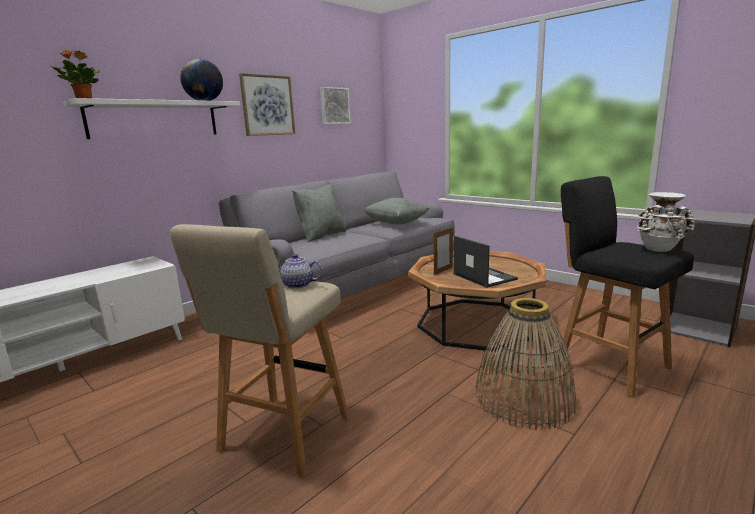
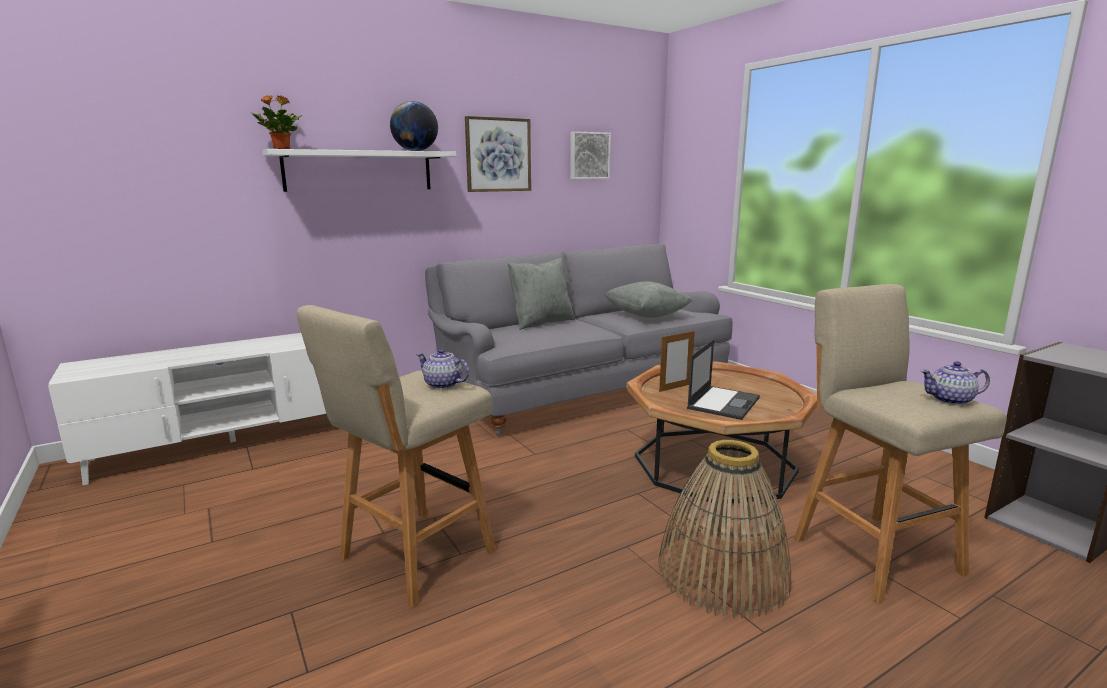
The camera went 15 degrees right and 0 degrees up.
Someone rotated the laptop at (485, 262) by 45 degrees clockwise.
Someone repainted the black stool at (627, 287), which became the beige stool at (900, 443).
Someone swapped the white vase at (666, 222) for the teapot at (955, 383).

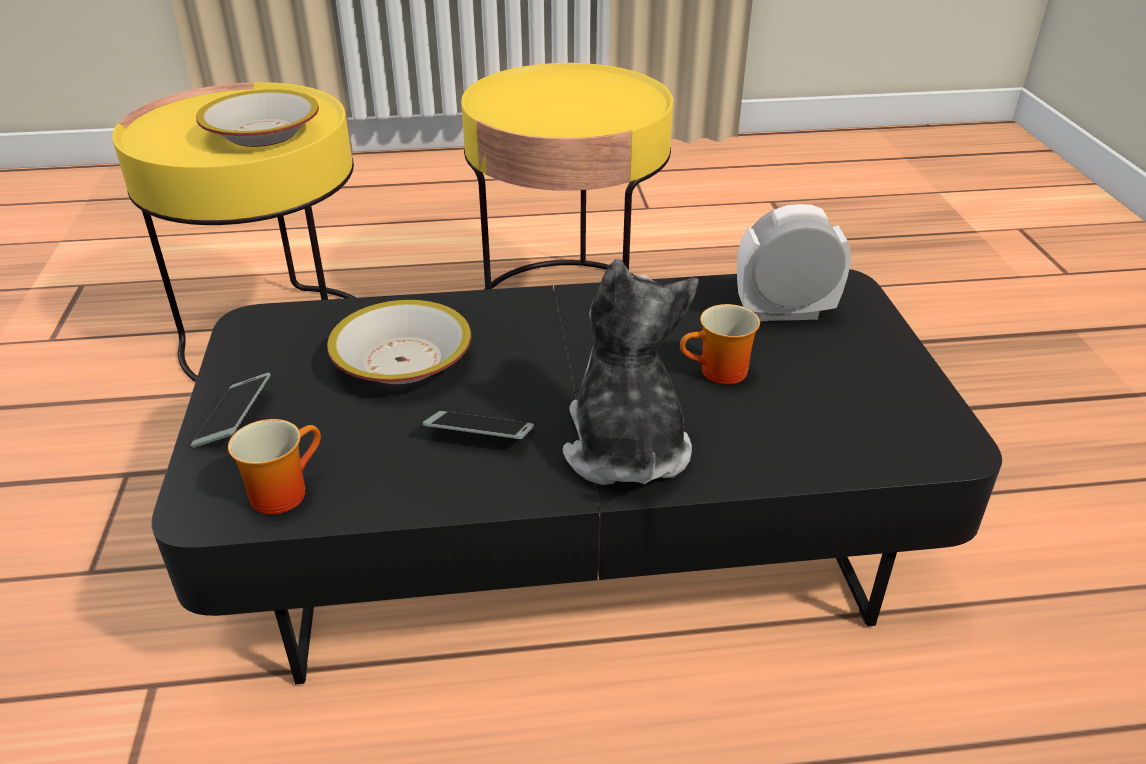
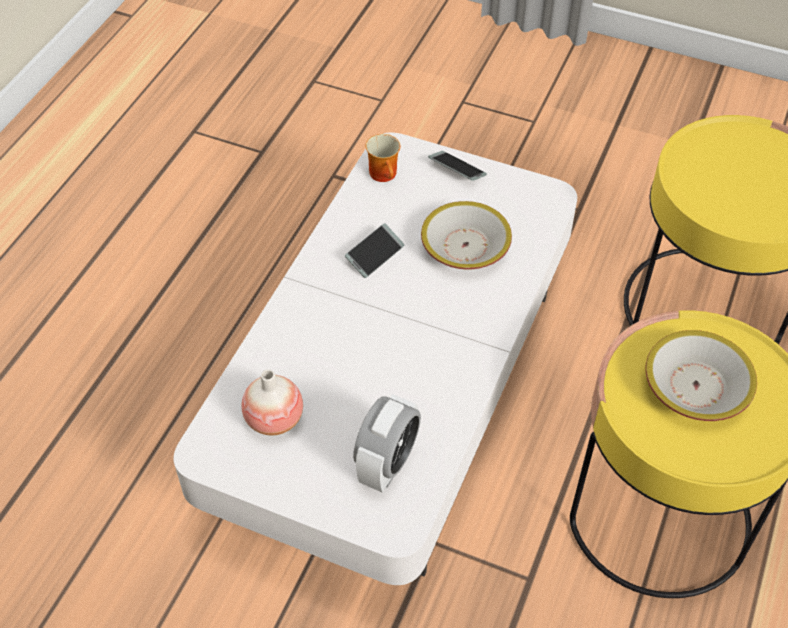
The camera went 120 degrees right and 15 degrees up.
Someone repainted the black coffee table at (576, 476), which became the white coffee table at (375, 359).
Someone put down the vase at (272, 402).
Someone carried the bowl from (257, 118) to (701, 375).
Someone took away the plush toy at (631, 371).
Someone took away the mug at (720, 344).

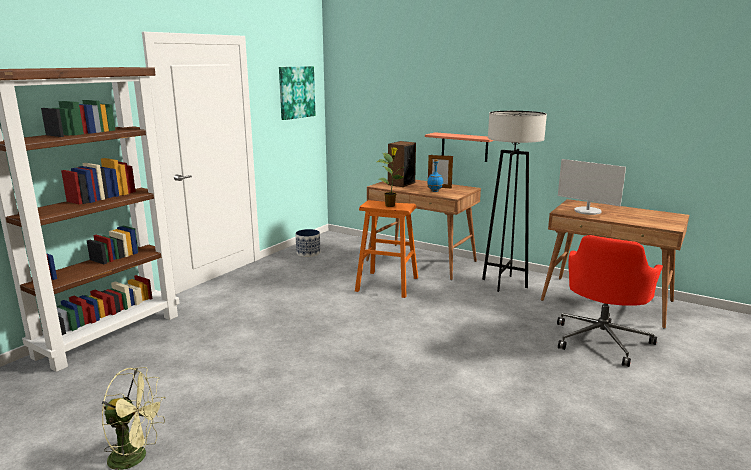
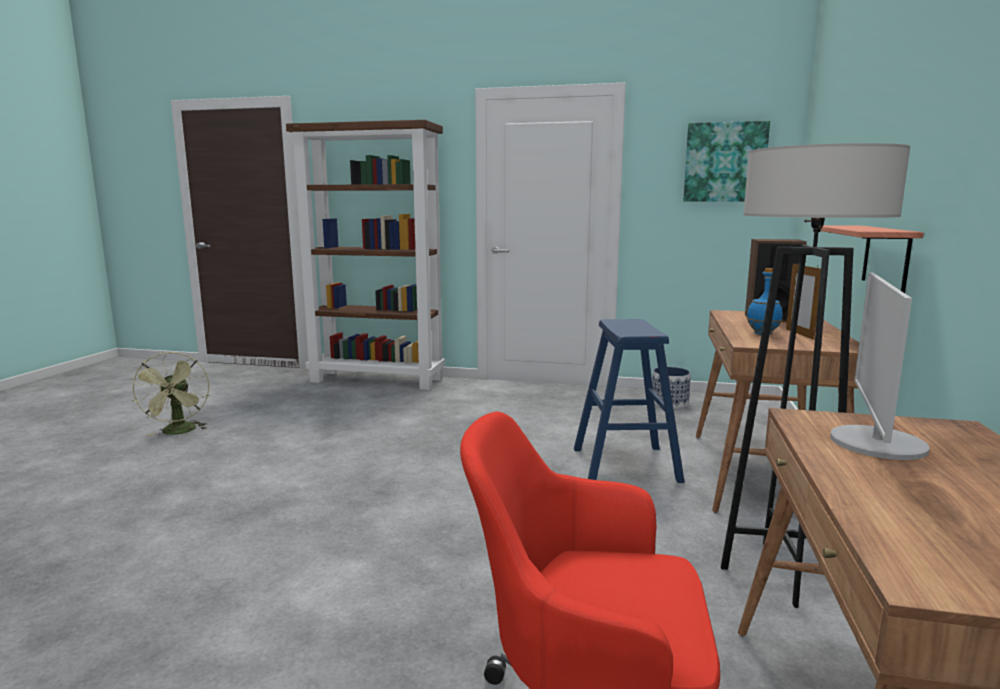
The camera went 70 degrees right and 5 degrees down.
Someone repainted the orange stool at (386, 249), which became the blue stool at (629, 401).
Someone took away the potted plant at (391, 177).

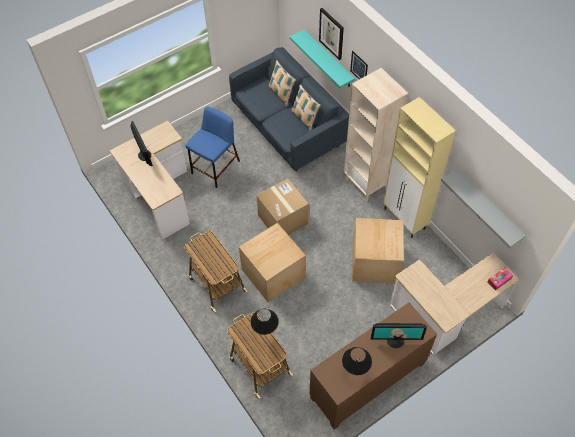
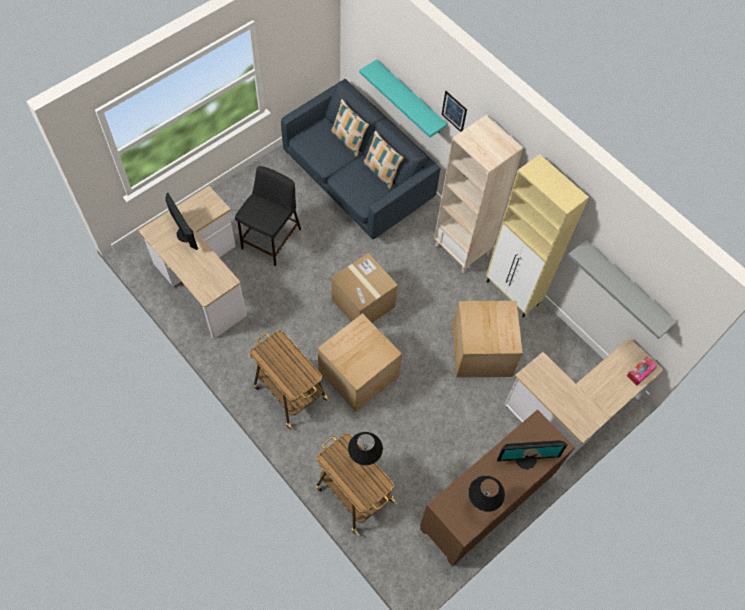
The camera went 10 degrees left and 5 degrees up.
Someone repainted the blue stool at (212, 147), which became the black stool at (268, 216).
Someone took away the picture at (331, 34).

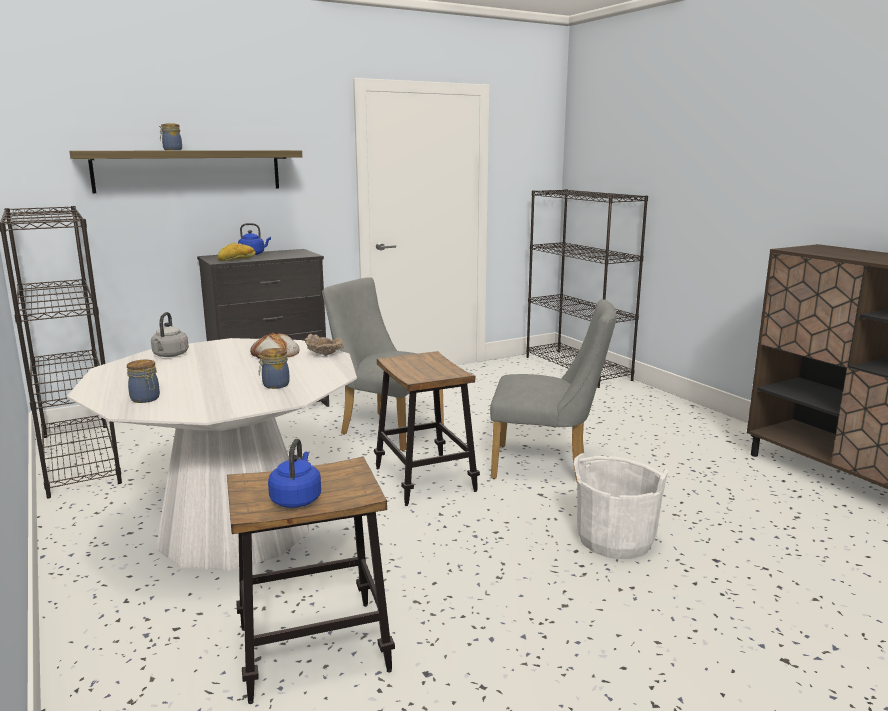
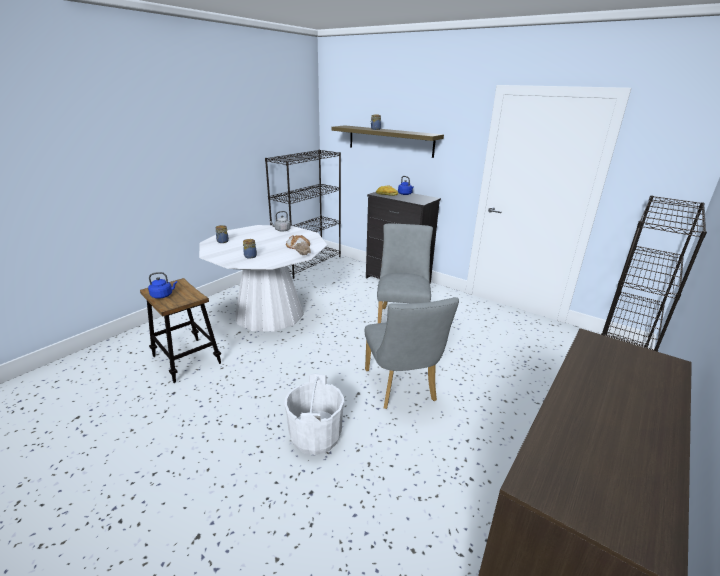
The camera went 65 degrees right and 10 degrees up.
Someone took away the stool at (427, 428).

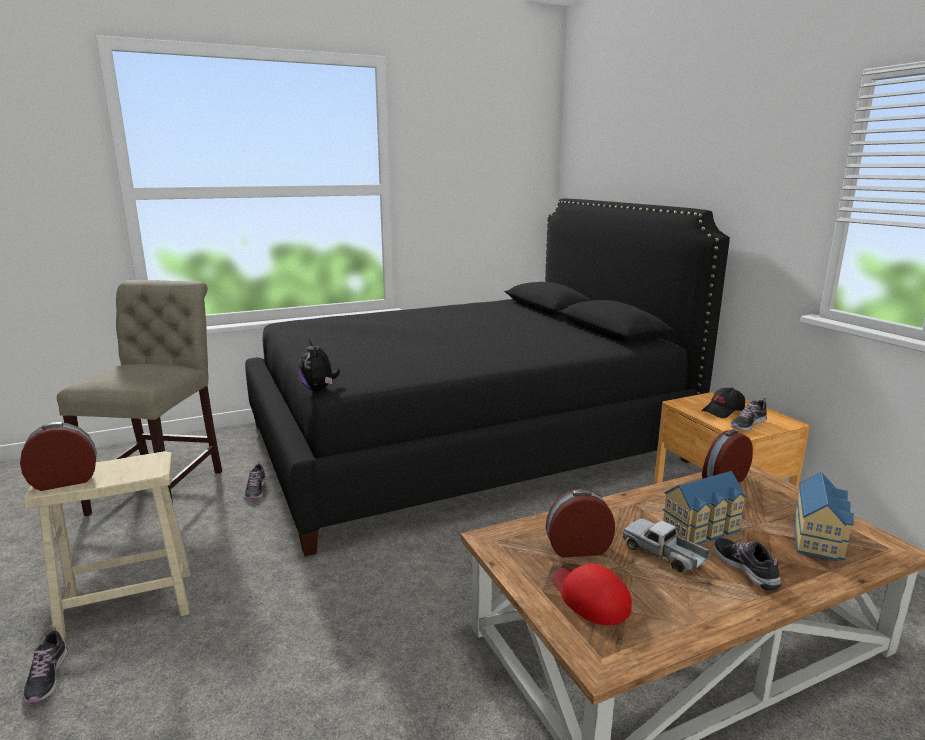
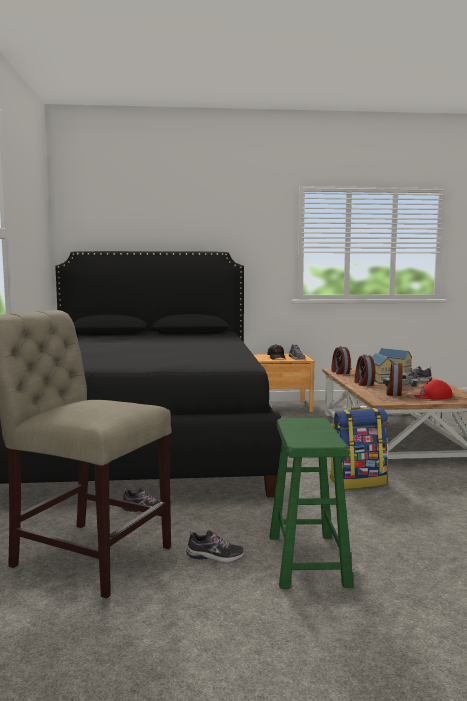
The camera went 70 degrees left and 10 degrees down.
Someone carried the shoe from (45, 665) to (215, 546).
Someone repainted the beige stool at (107, 546), which became the green stool at (311, 503).
Someone put down the backpack at (359, 448).
Someone carried the alarm clock from (58, 456) to (365, 370).
Someone took away the plush toy at (319, 365).

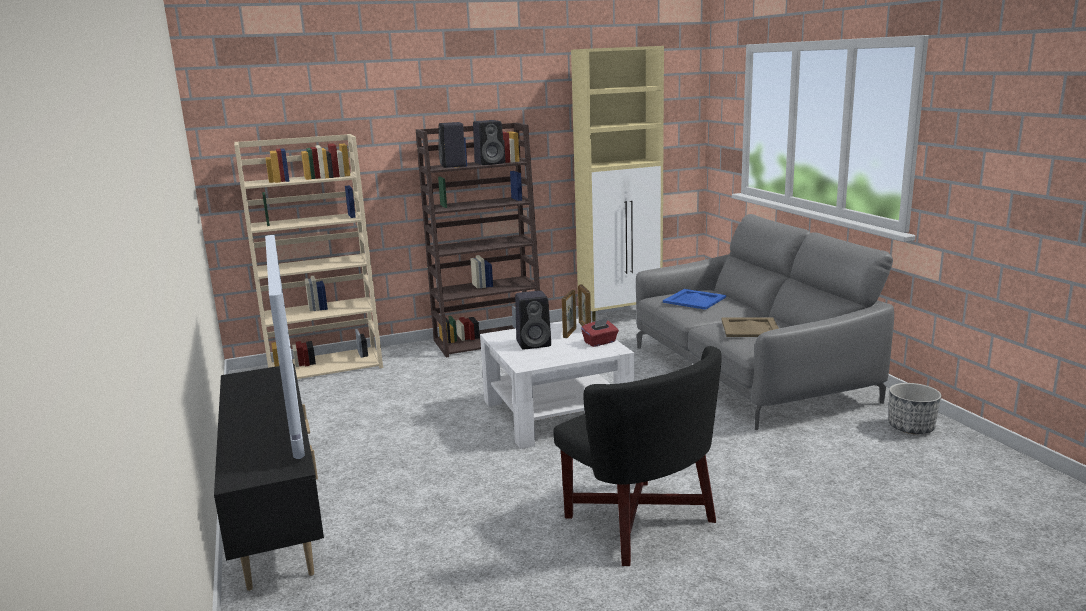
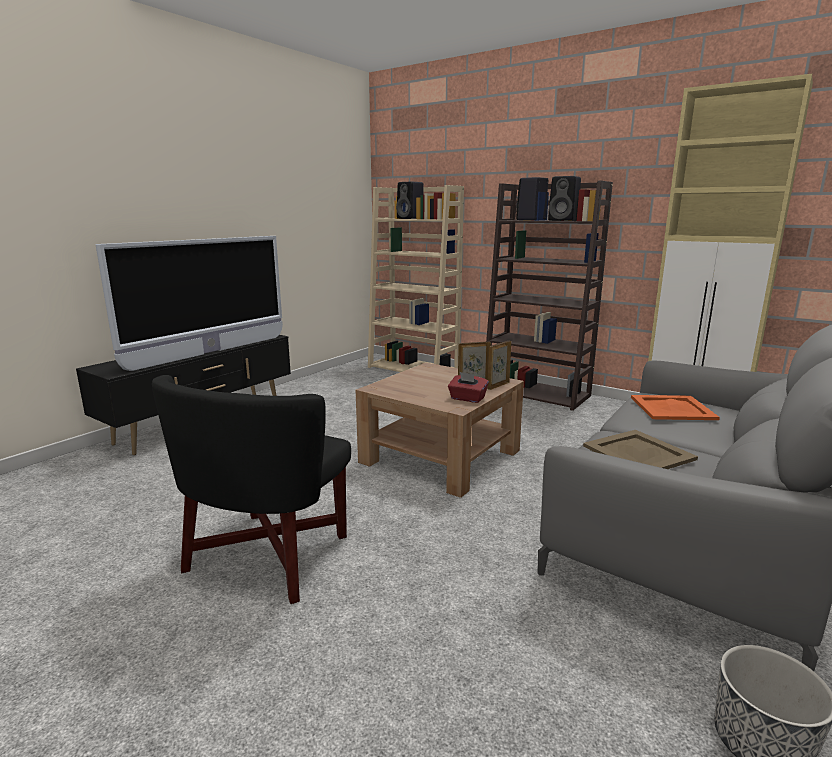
The camera went 55 degrees right and 0 degrees up.
Someone repainted the white coffee table at (557, 384), which became the brown coffee table at (440, 430).
Someone carried the black speaker from (533, 320) to (409, 200).
Someone repainted the blue tray at (694, 299), which became the orange tray at (675, 407).

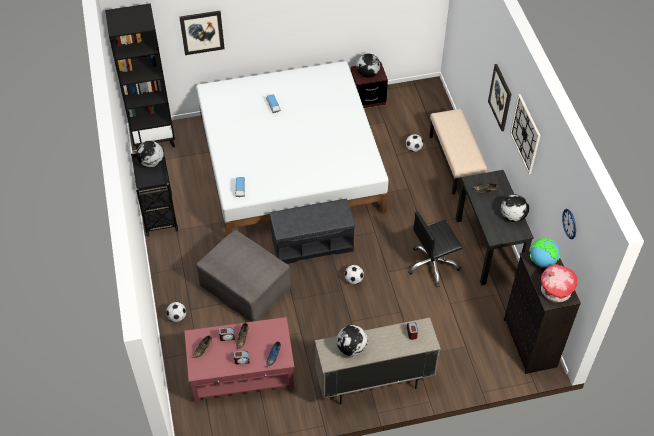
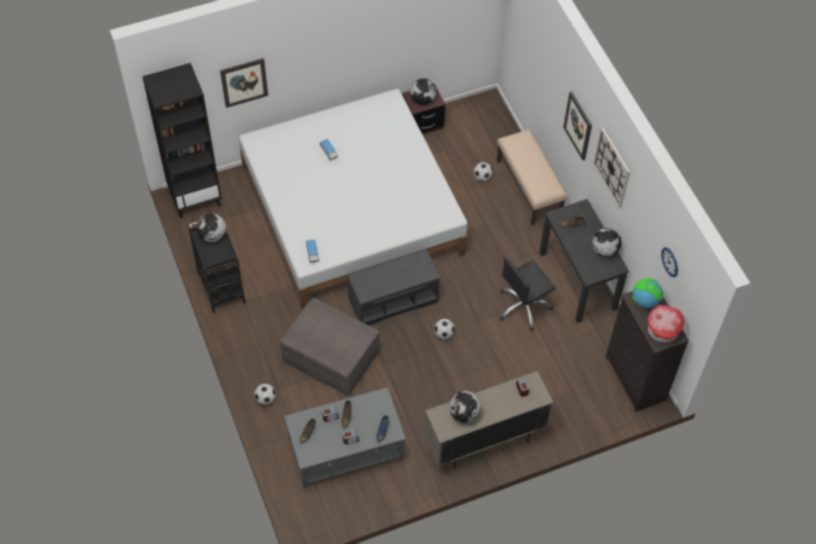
The camera went 10 degrees left and 5 degrees up.
Someone repainted the red coffee table at (239, 360), which became the grey coffee table at (345, 437).

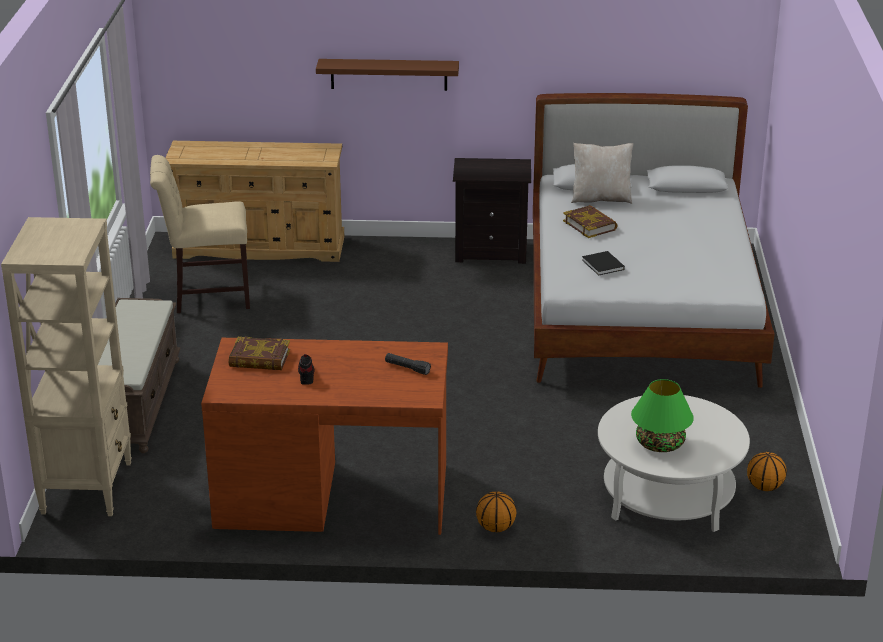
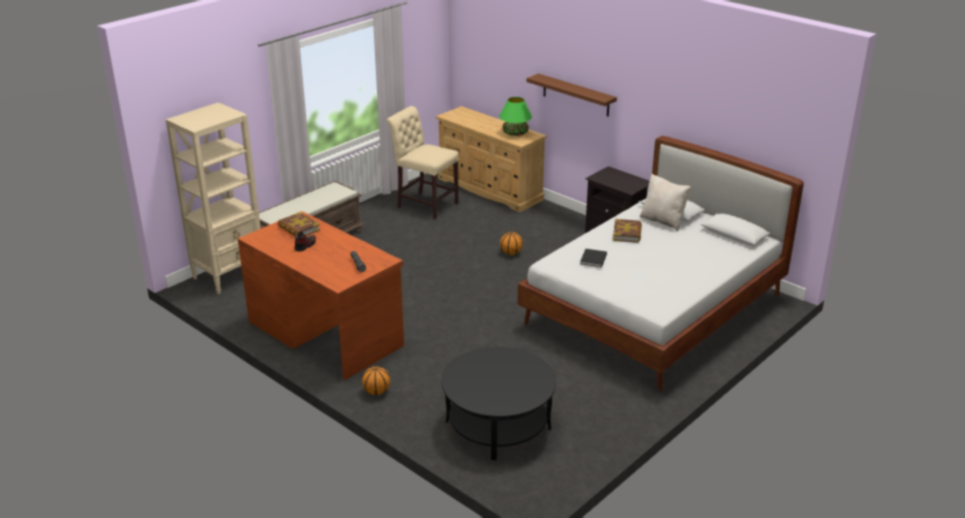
The camera went 40 degrees right and 0 degrees up.
Someone repainted the white coffee table at (674, 463), which became the black coffee table at (499, 403).
Someone carried the green table lamp from (662, 415) to (515, 116).
Someone carried the basketball from (766, 471) to (511, 243).

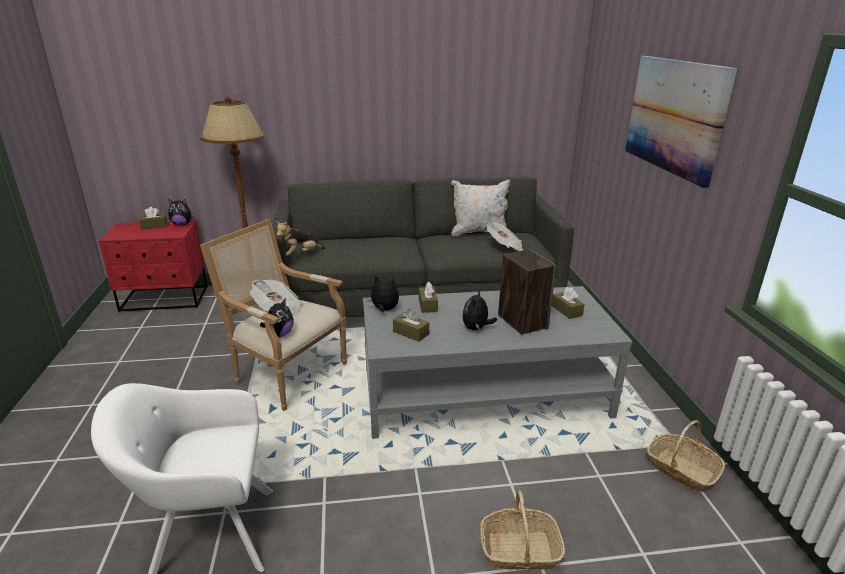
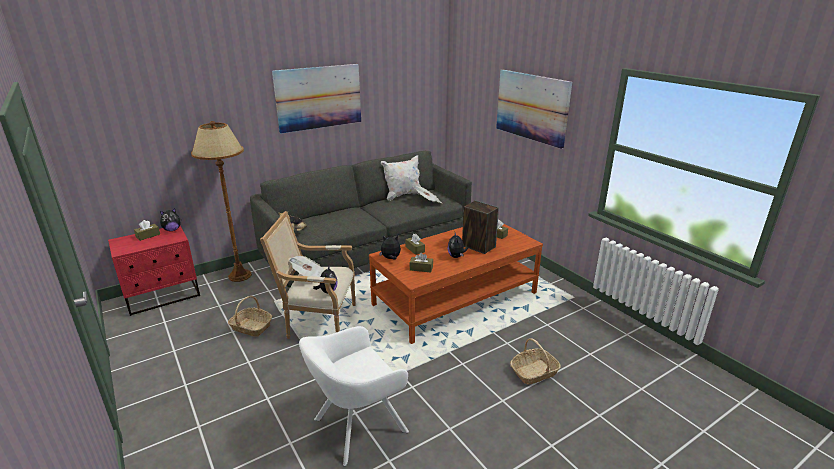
The camera went 25 degrees left and 0 degrees up.
Someone carried the basket from (686, 456) to (250, 316).
Someone put up the picture at (316, 98).
Someone repainted the grey coffee table at (498, 362), which became the brown coffee table at (456, 284).

